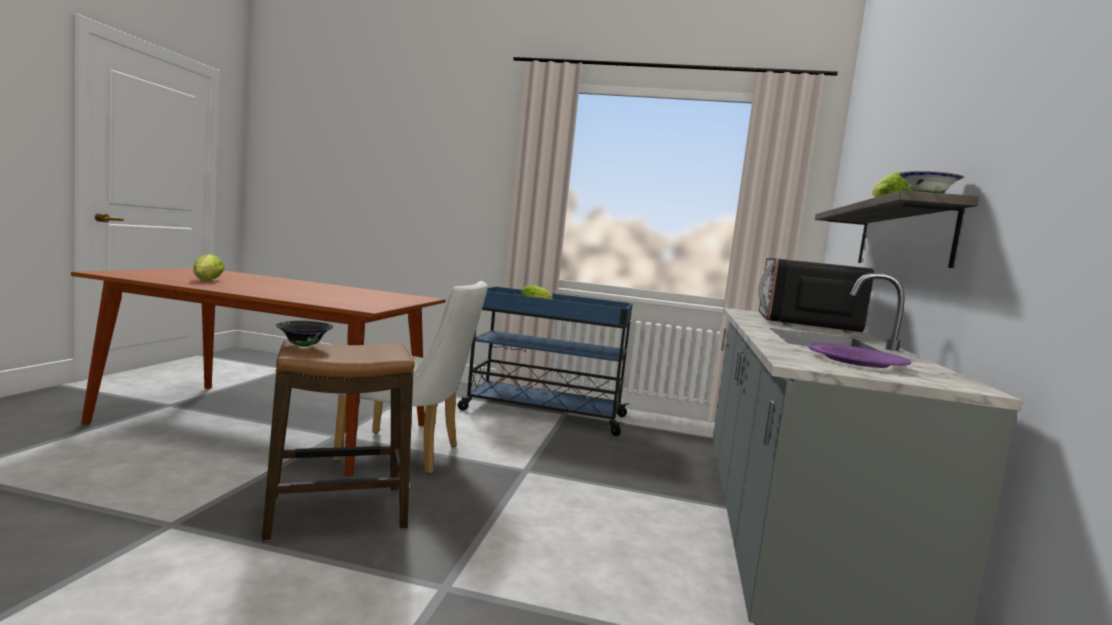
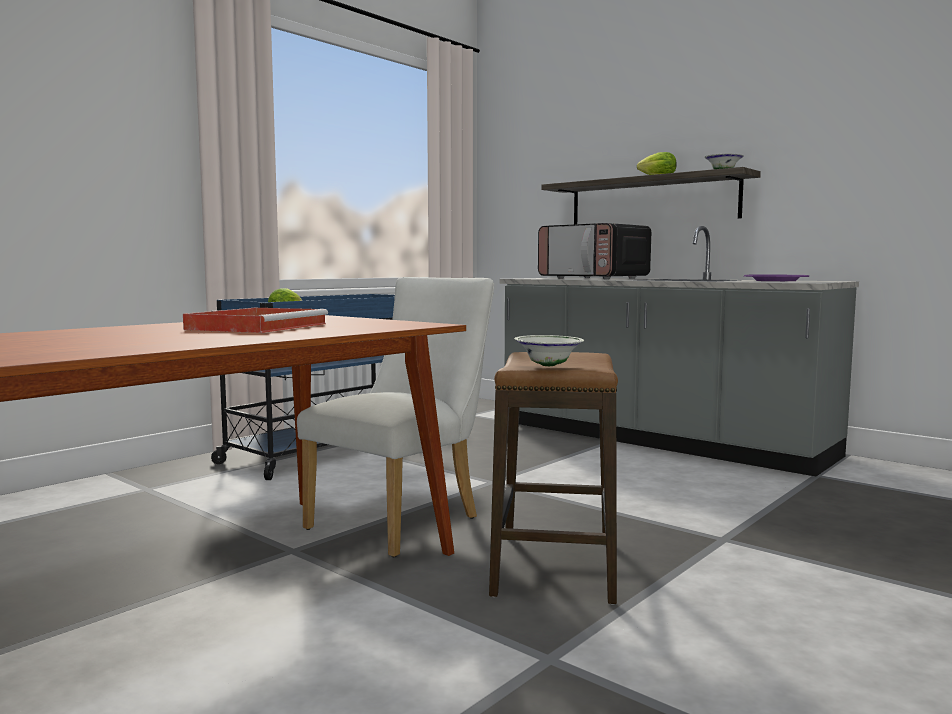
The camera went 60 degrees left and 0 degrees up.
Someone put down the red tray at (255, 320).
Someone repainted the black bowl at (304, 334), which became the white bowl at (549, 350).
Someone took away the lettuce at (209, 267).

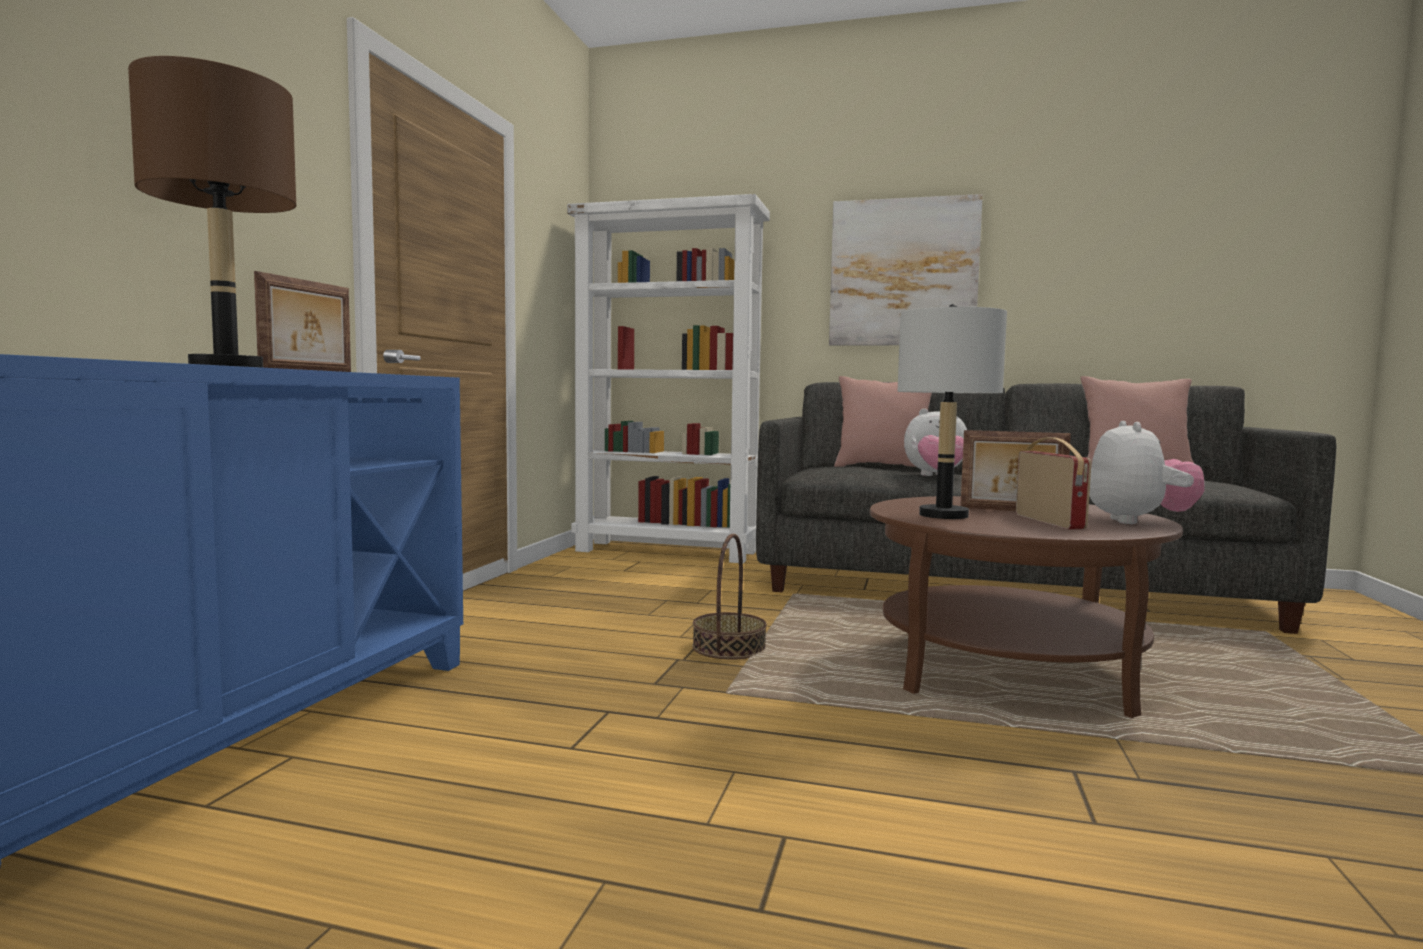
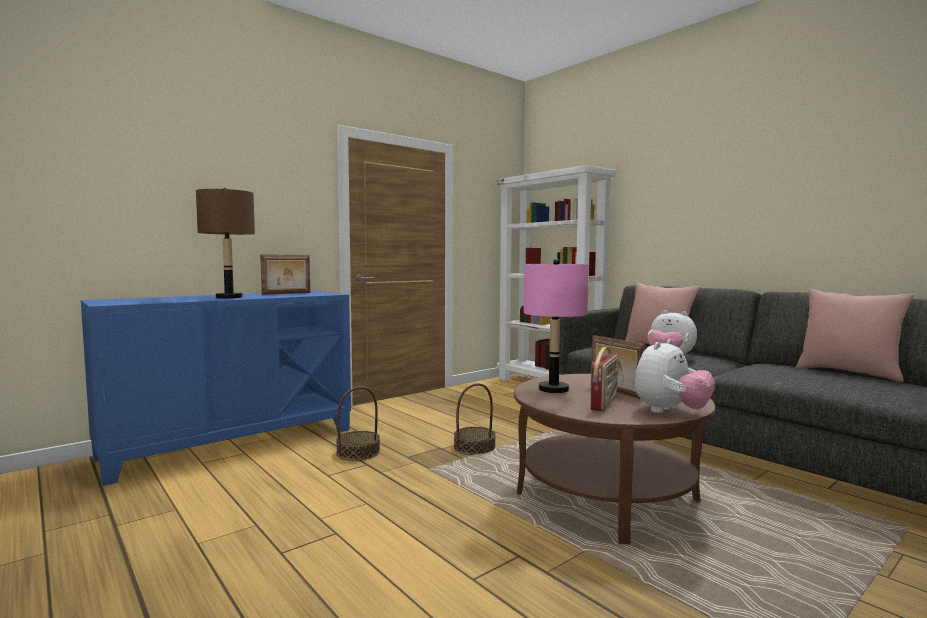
The camera went 35 degrees right and 0 degrees up.
Someone put down the basket at (358, 423).
Someone repainted the grey table lamp at (952, 411), which became the pink table lamp at (556, 326).
Someone took away the picture at (906, 269).

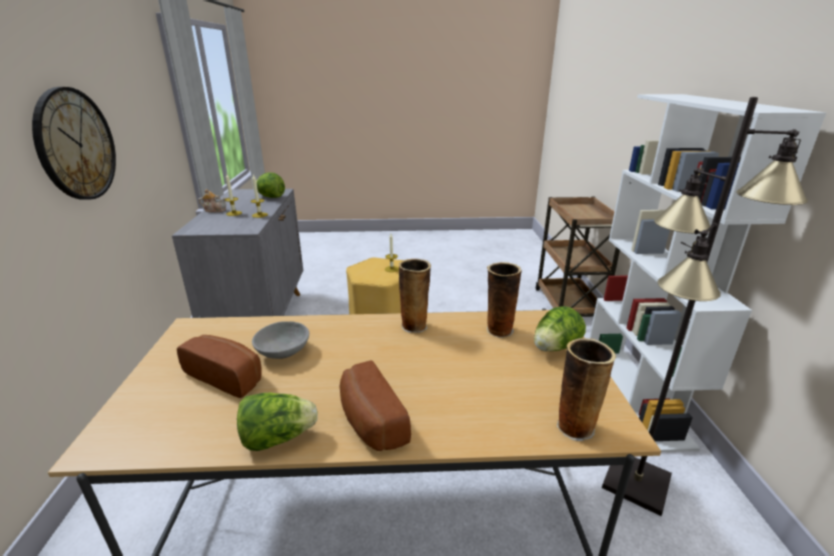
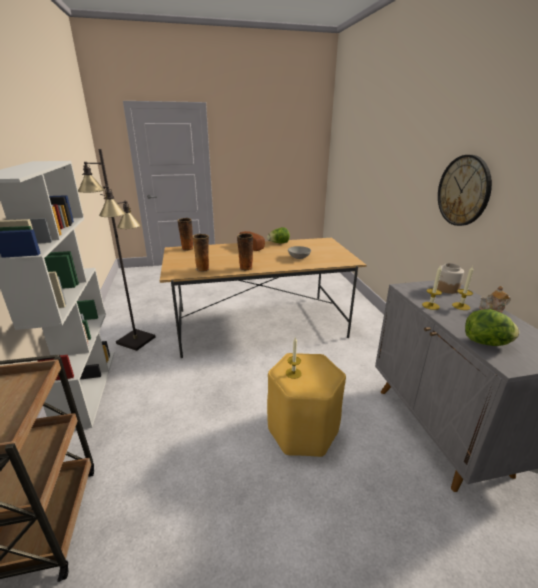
The camera went 170 degrees right and 0 degrees up.
Someone put down the jar at (450, 278).
Someone took away the bread at (219, 366).
Someone took away the lettuce at (560, 329).

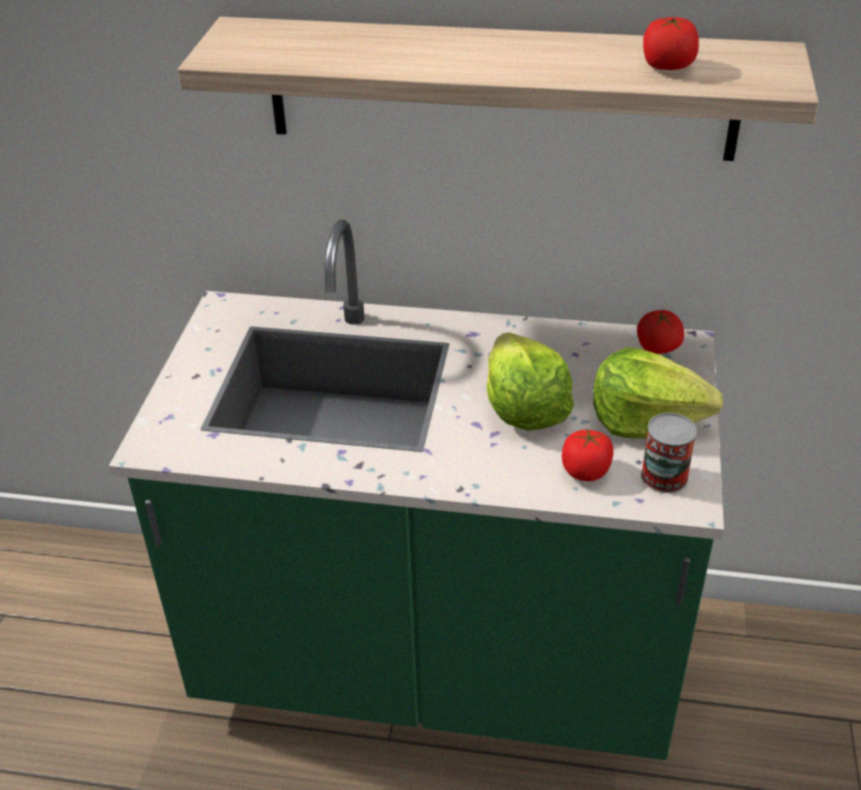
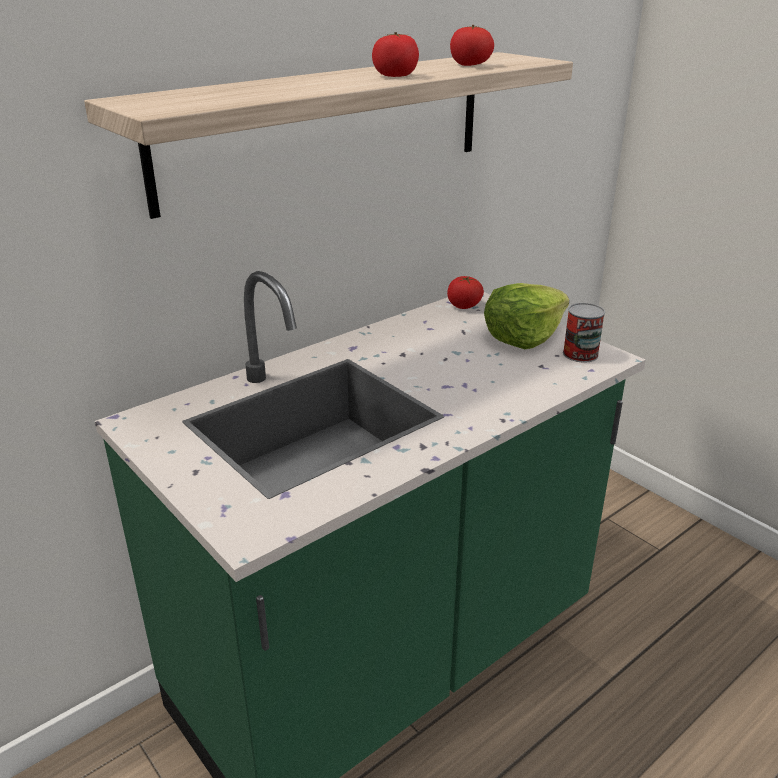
The camera went 50 degrees left and 10 degrees down.
Someone carried the tomato from (587, 454) to (395, 54).
Someone took away the lettuce at (530, 382).

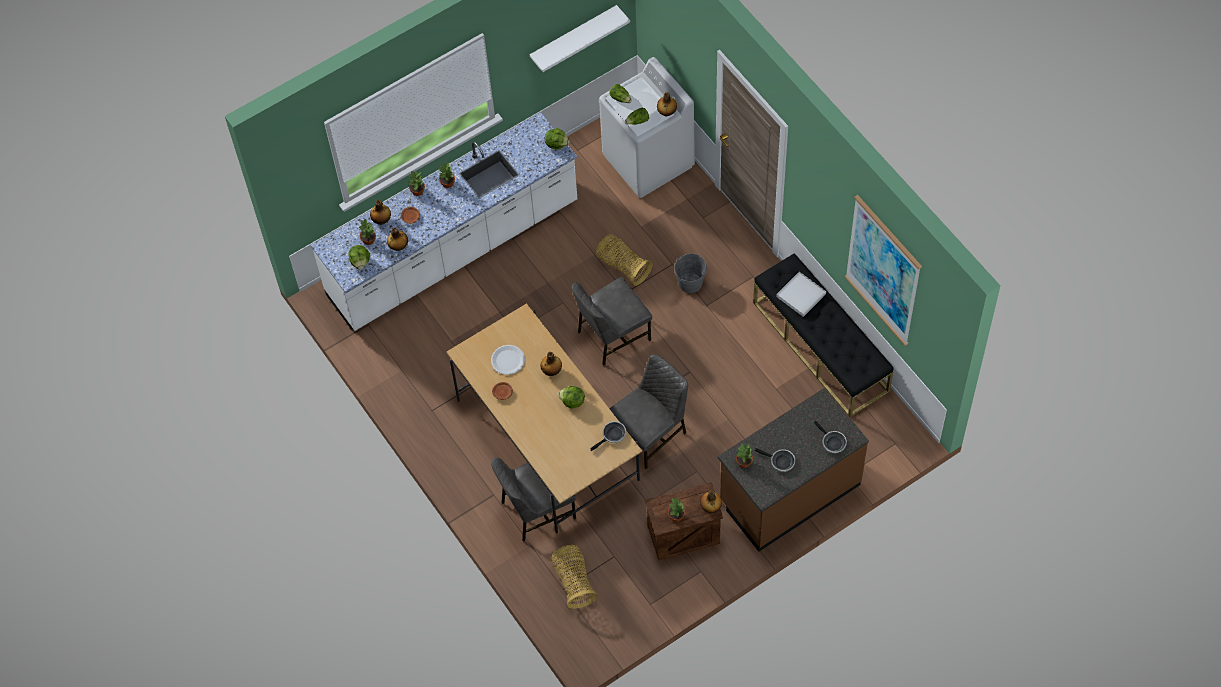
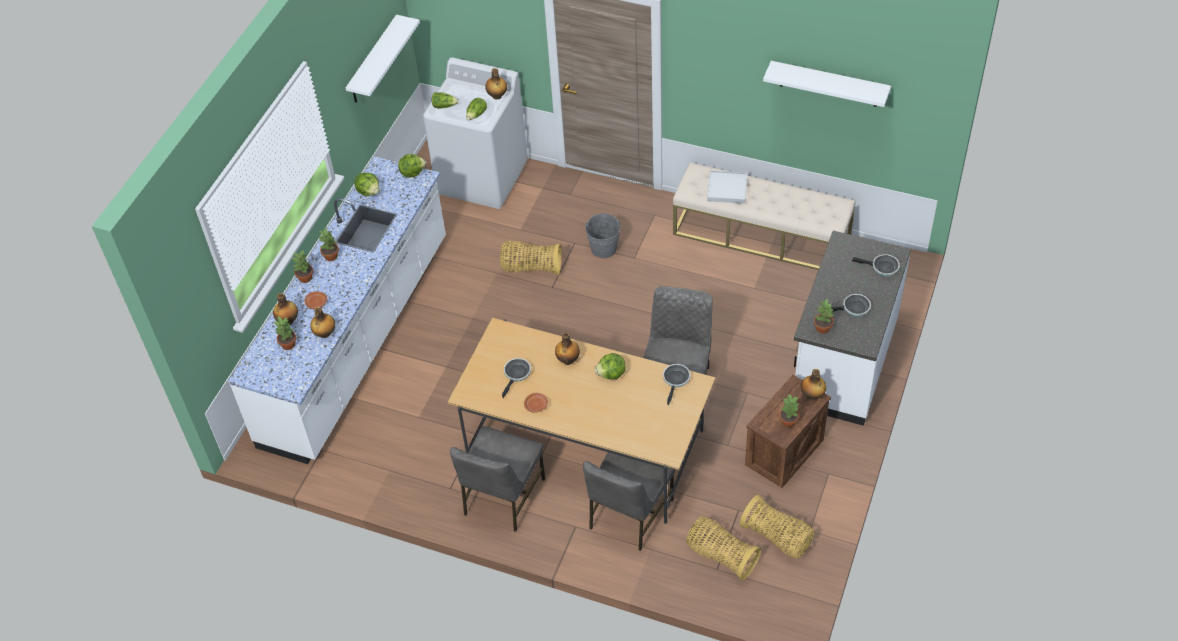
The camera went 35 degrees left and 10 degrees down.
Someone carried the lettuce from (359, 257) to (366, 184).
Someone carried the grey chair from (611, 321) to (497, 479).
Someone swapped the white plate at (508, 360) for the frying pan at (516, 378).
Someone repainted the black bench at (823, 335), which became the beige bench at (764, 216).
Someone put down the basket at (777, 527).
Someone swapped the picture at (883, 270) for the white shelf at (827, 84).
Someone repainted the brown counter at (793, 469), which became the white counter at (852, 328).

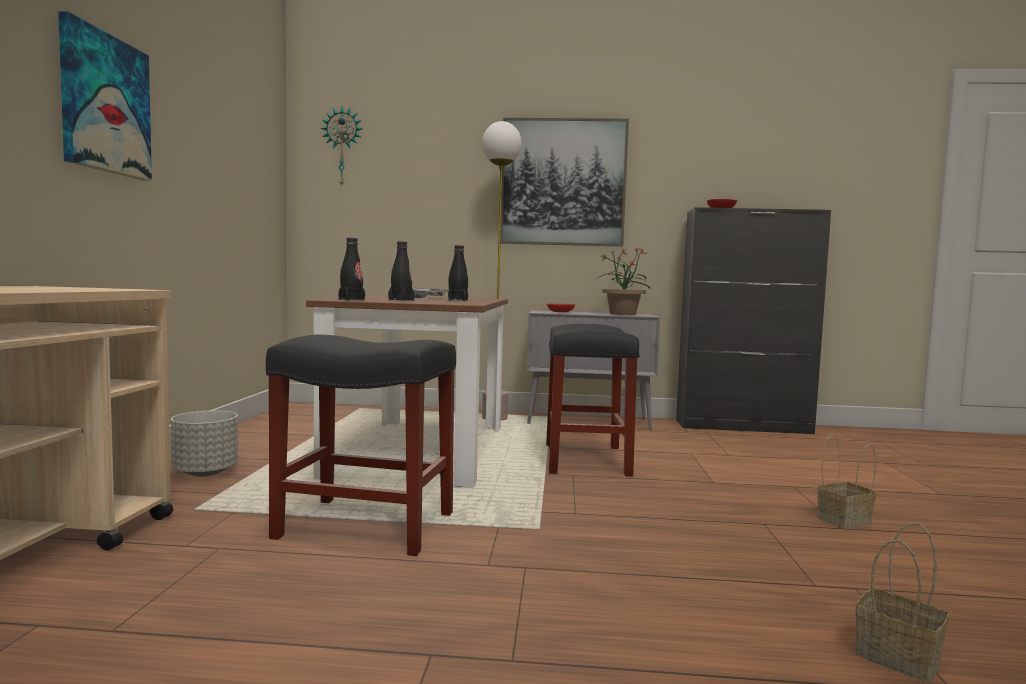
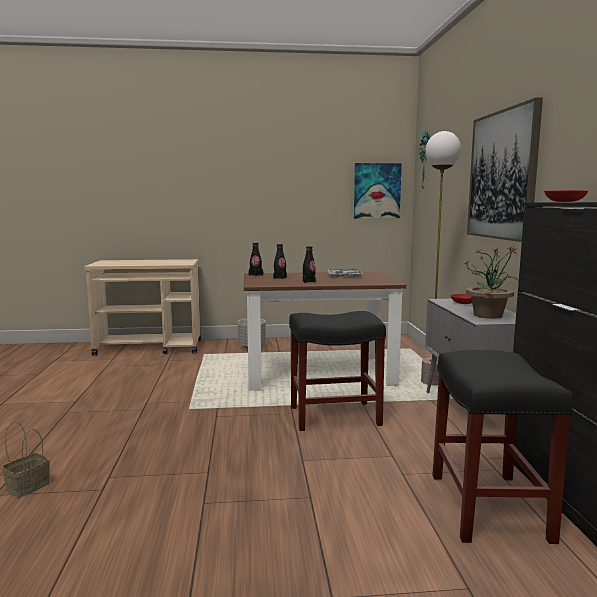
The camera went 80 degrees right and 5 degrees up.
Someone carried the picture from (105, 96) to (378, 191).
Someone carried the black stool from (361, 445) to (502, 447).
Someone took away the basket at (846, 482).

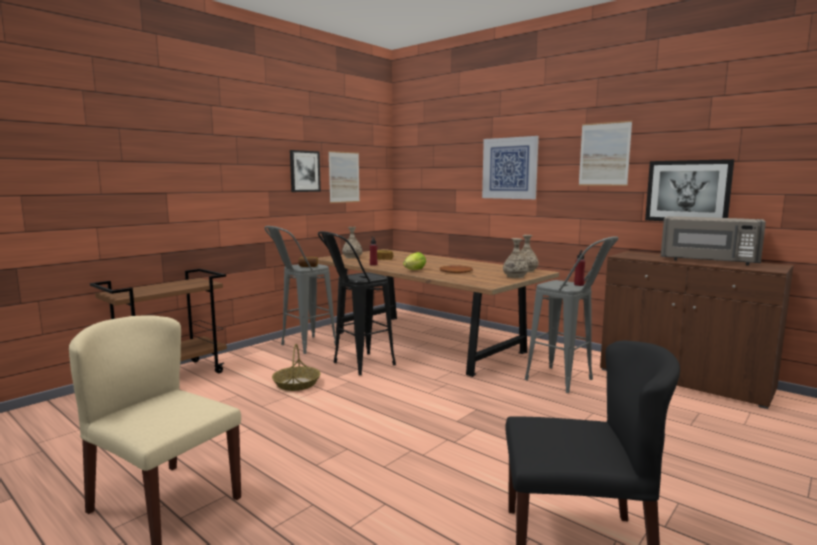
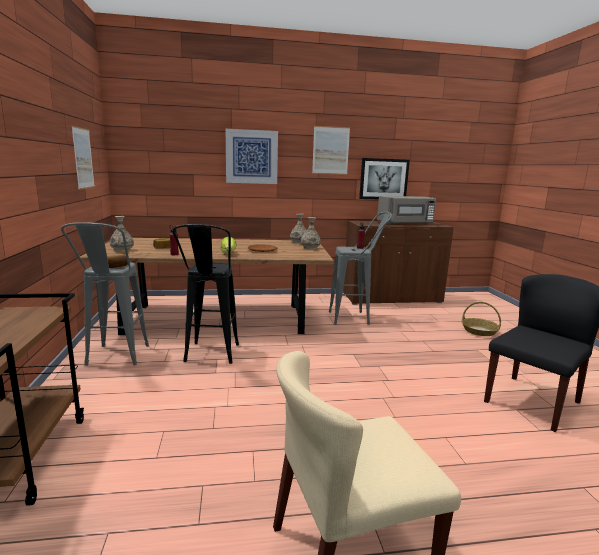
The camera went 50 degrees left and 5 degrees up.
Someone carried the basket from (296, 367) to (481, 319).
Someone took away the picture at (305, 171).

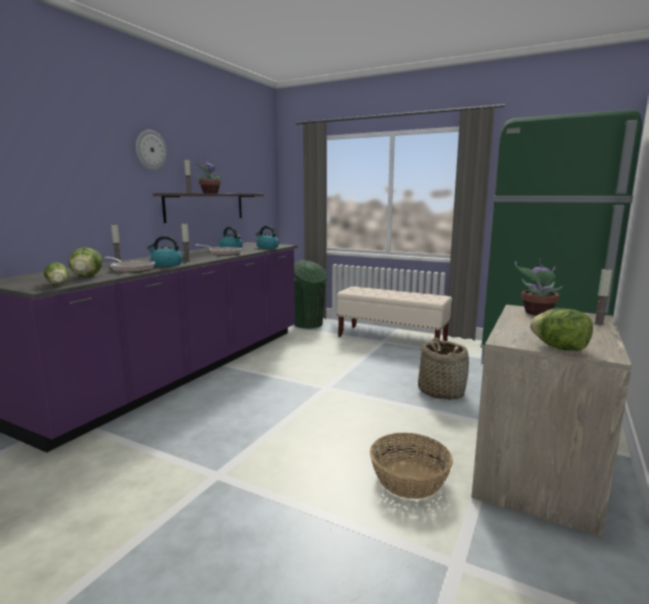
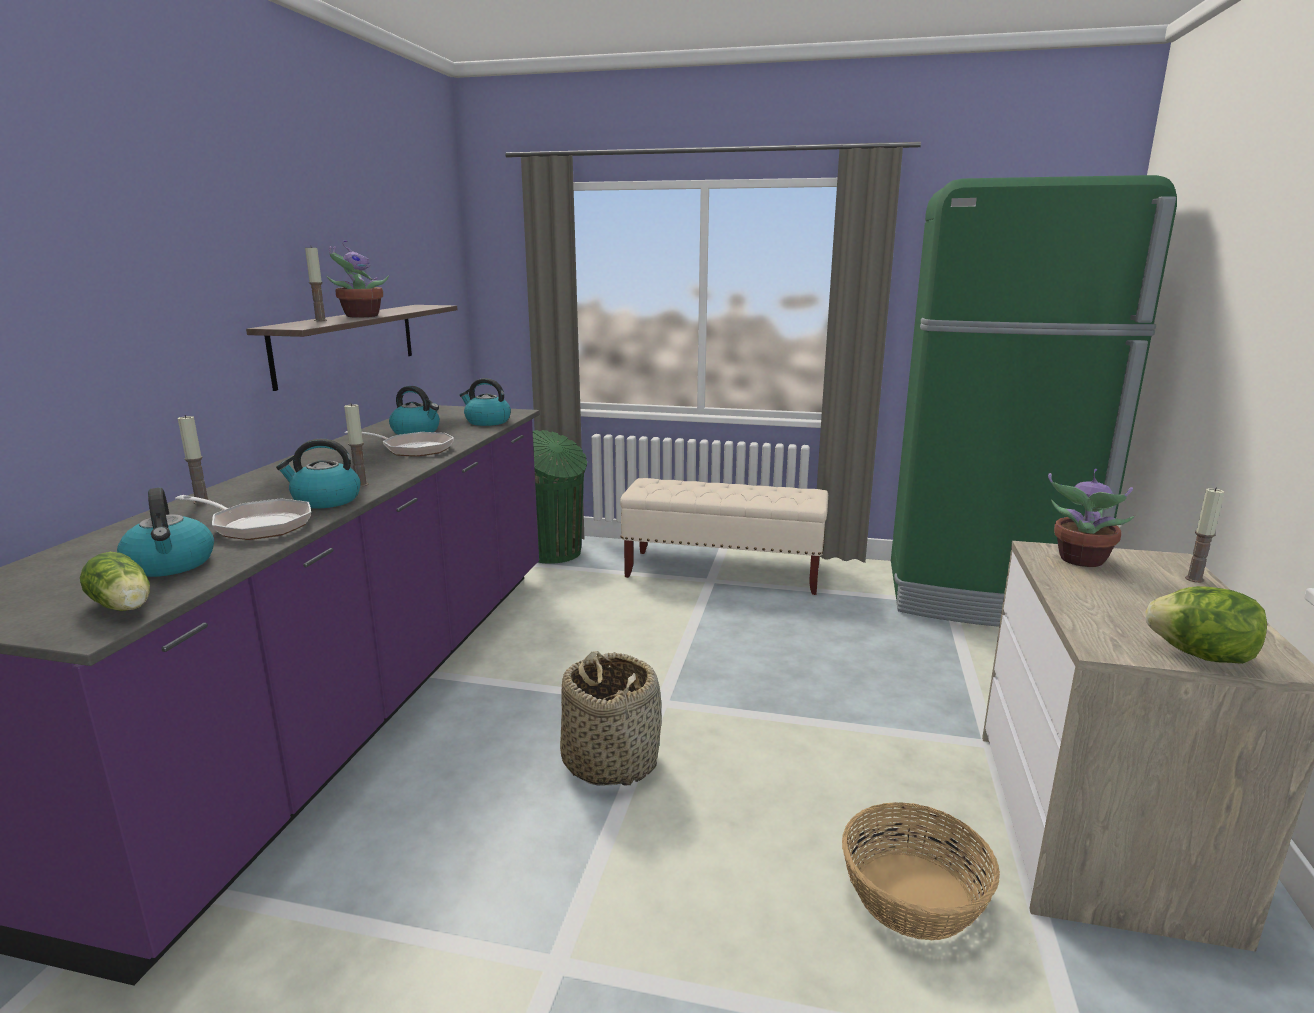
The camera went 15 degrees left and 5 degrees up.
Someone swapped the lettuce at (85, 262) for the kettle at (165, 532).
Someone carried the basket from (443, 368) to (611, 718).
Someone took away the wall clock at (151, 150).

